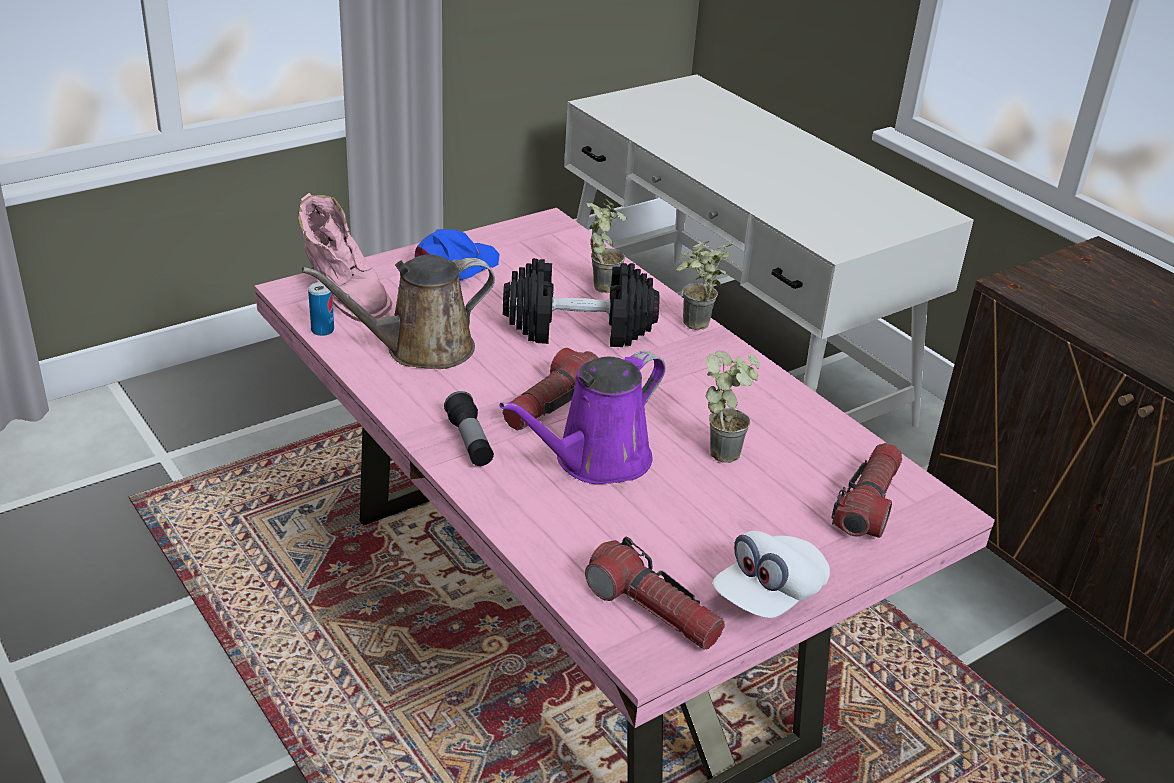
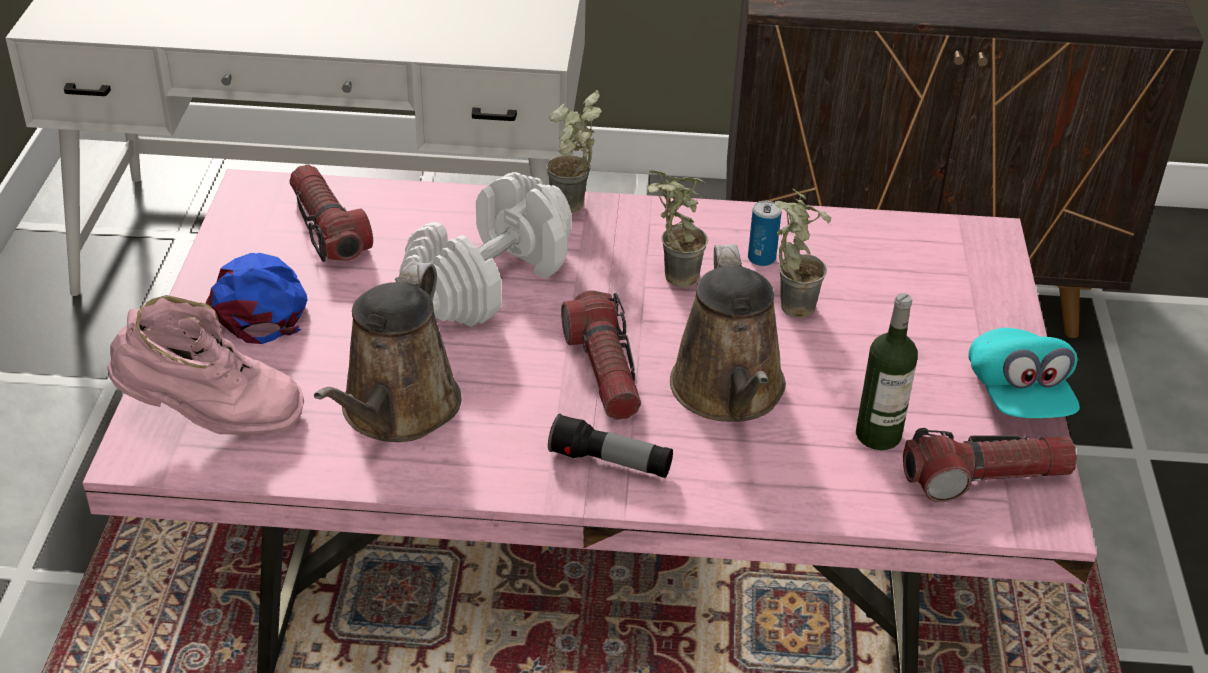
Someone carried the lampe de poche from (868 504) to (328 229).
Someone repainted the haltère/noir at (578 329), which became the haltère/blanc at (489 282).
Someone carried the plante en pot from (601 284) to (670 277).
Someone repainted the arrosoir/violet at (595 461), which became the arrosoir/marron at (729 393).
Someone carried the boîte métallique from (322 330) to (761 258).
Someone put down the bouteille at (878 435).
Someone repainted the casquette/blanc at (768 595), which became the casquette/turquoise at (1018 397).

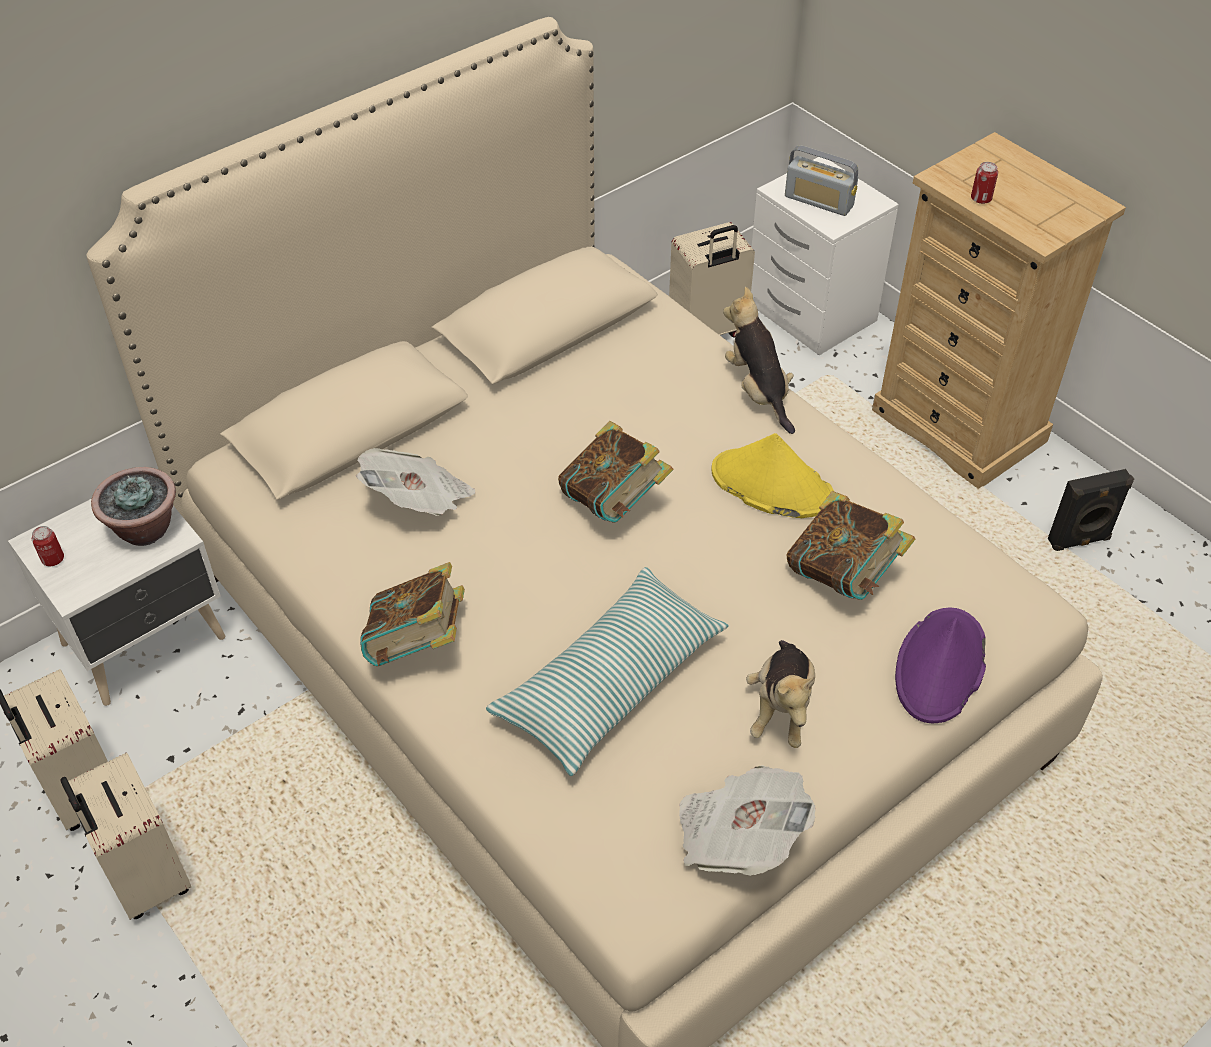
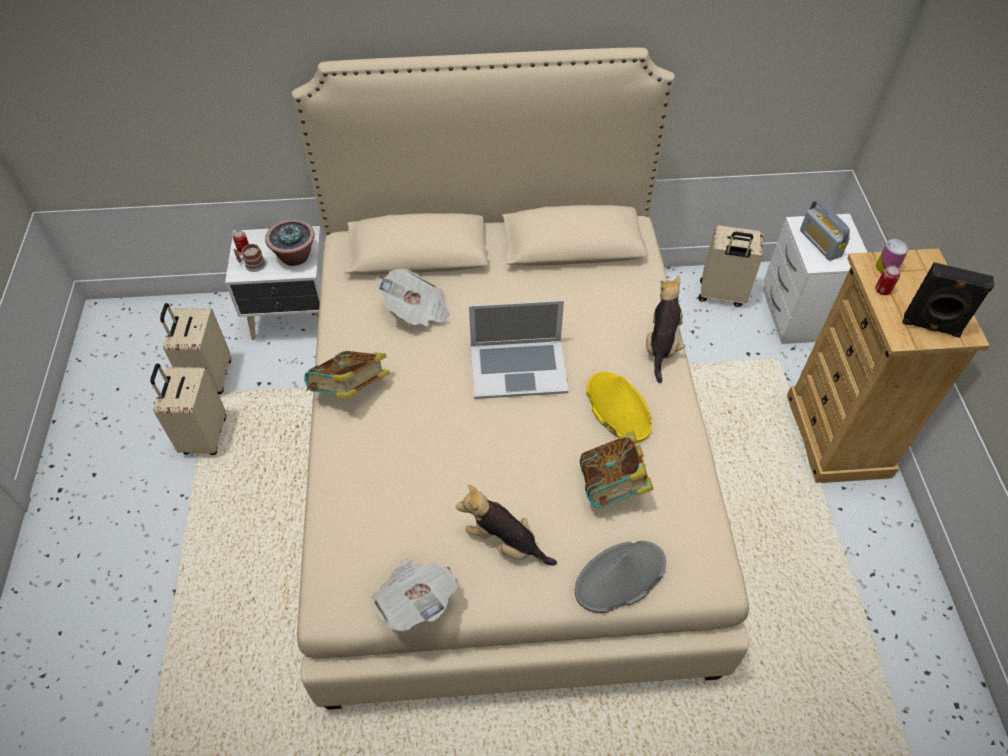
Someone put down the mug at (252 264).
Someone rotated the peluche at (781 708) by 75 degrees clockwise.
Someone swapped the livre at (614 502) for the ordinateur portable at (518 368).
Someone repainted the chapeau/violet at (940 667), which became the chapeau/gris at (620 577).
Someone put down the boîte métallique at (886 267).
Someone carried the enceinte/noir from (1079 541) to (930 327).
Someone took away the coussin at (610 682).

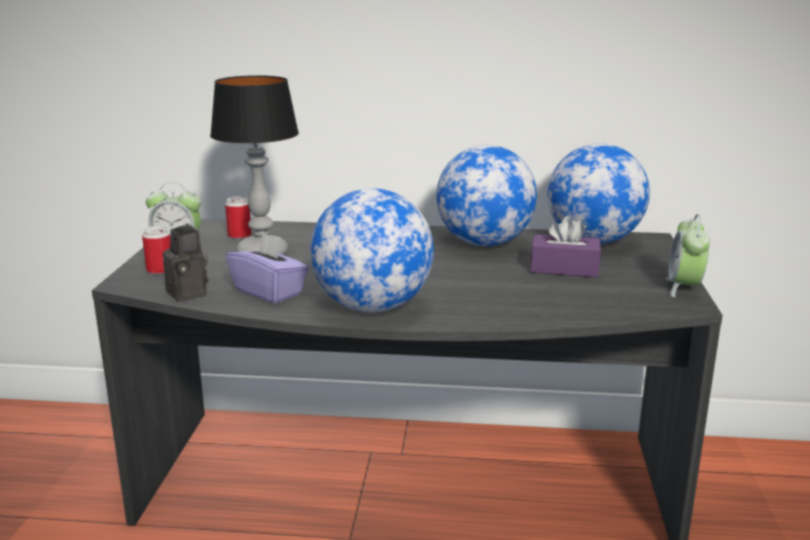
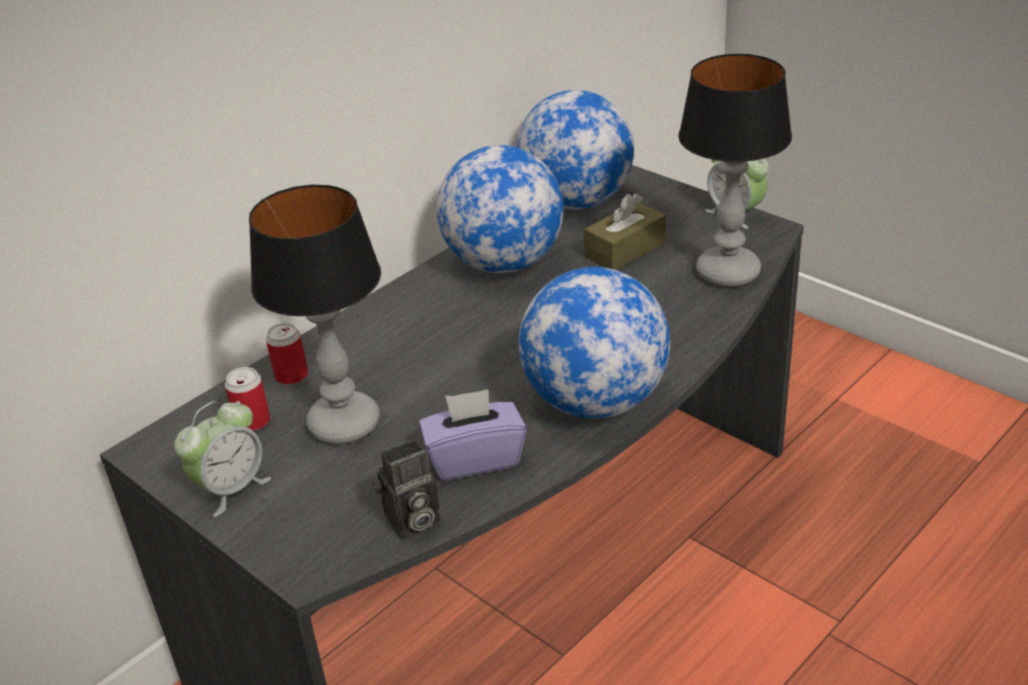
Someone carried the boîte métallique from (160 270) to (291 376).
Someone rotated the appareil photo at (190 294) by 150 degrees clockwise.
Someone repainted the boîte à mouchoirs/violet at (564 269), which became the boîte à mouchoirs/marron at (625 250).
Someone put down the lampe de table at (726 272).

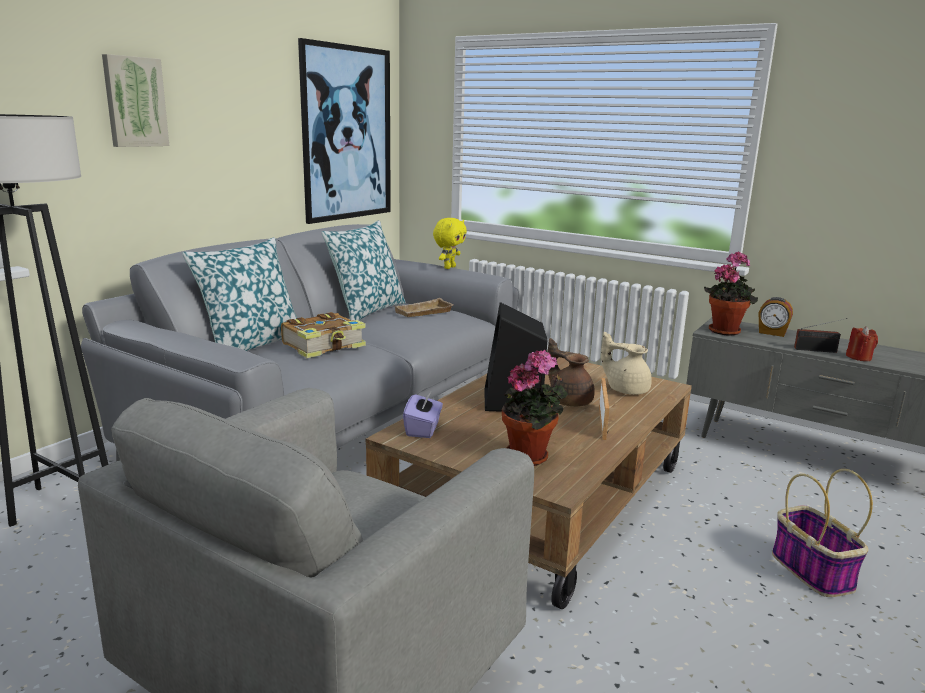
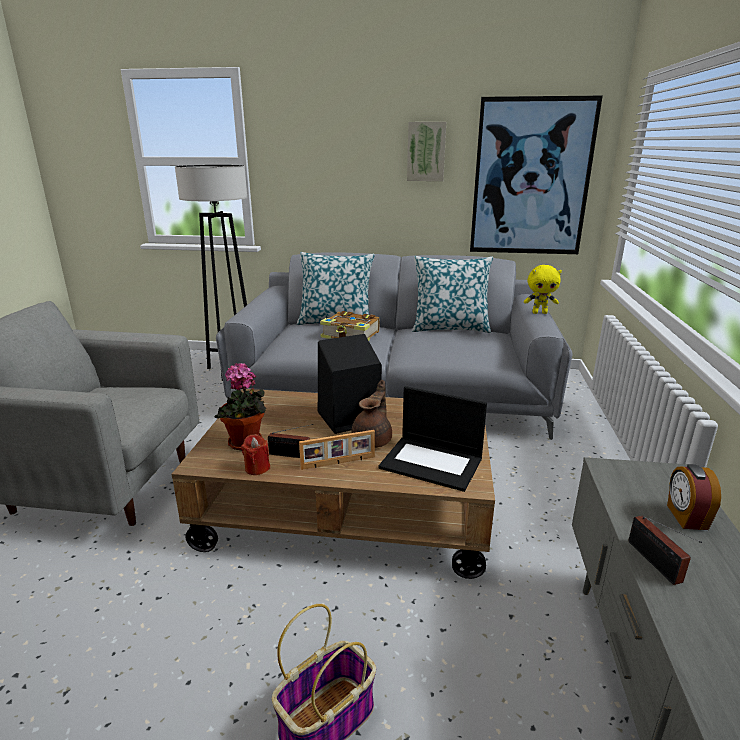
Someone carried the bougie/rouge from (859 357) to (257 468).
Someone put down the radio at (292 455).
Someone swapped the théière/beige at (626 389) for the ordinateur portable at (432 463).
Someone carried the tableau from (134 102) to (426 151).
Someone took away the plateau/beige at (424 313).
Someone took away the boîte à mouchoirs/violet at (423 429).
Someone took away the plante en pot at (725 330).

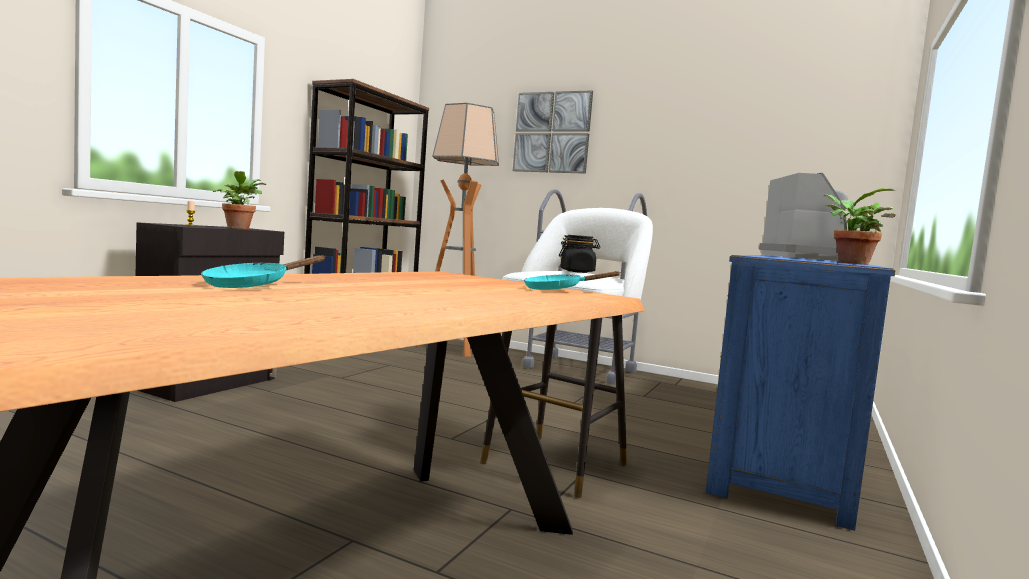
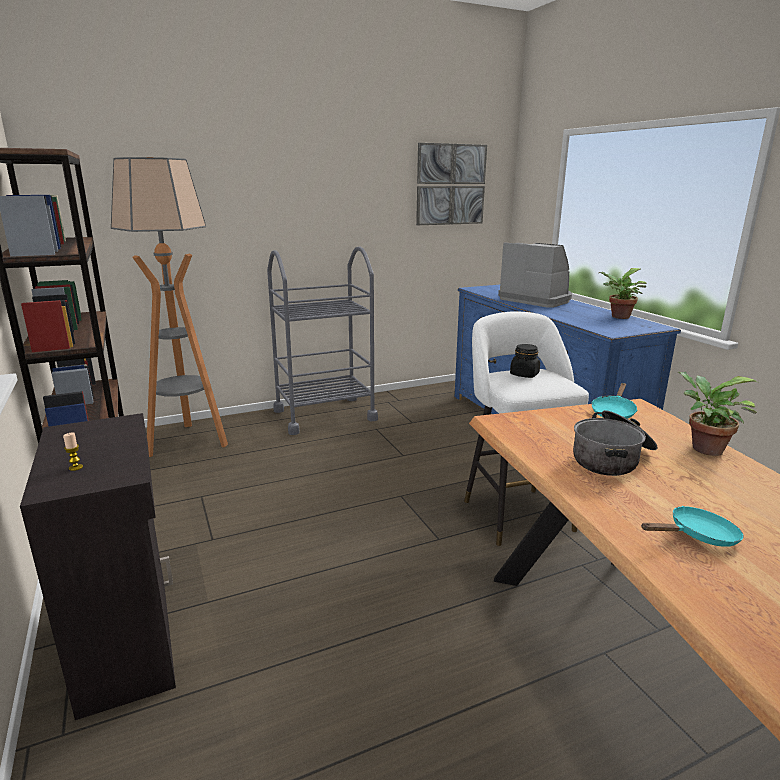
Someone carried the tableau from (552 132) to (450 184).
Someone put down the marmite at (612 458).
Someone rotated the poêle/turquoise at (253 285) by 90 degrees counterclockwise.
Someone carried the plante en pot from (239 228) to (702 448).

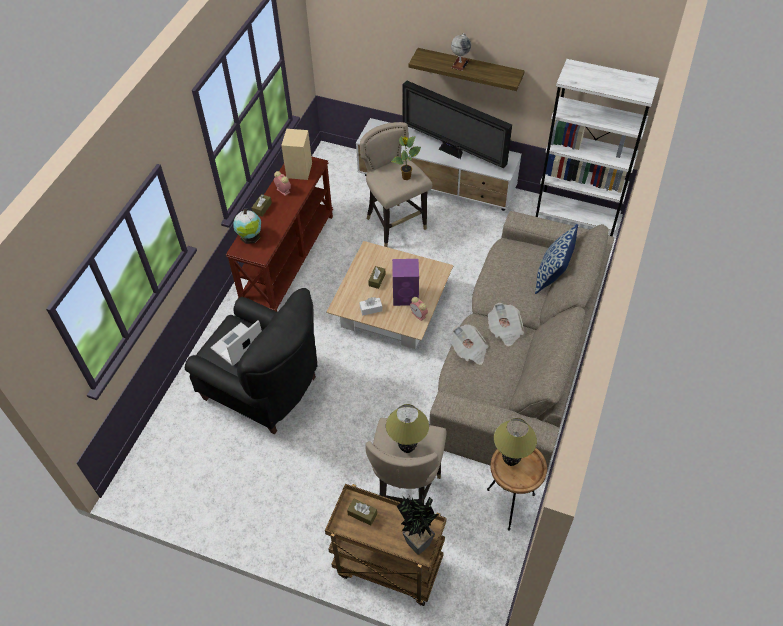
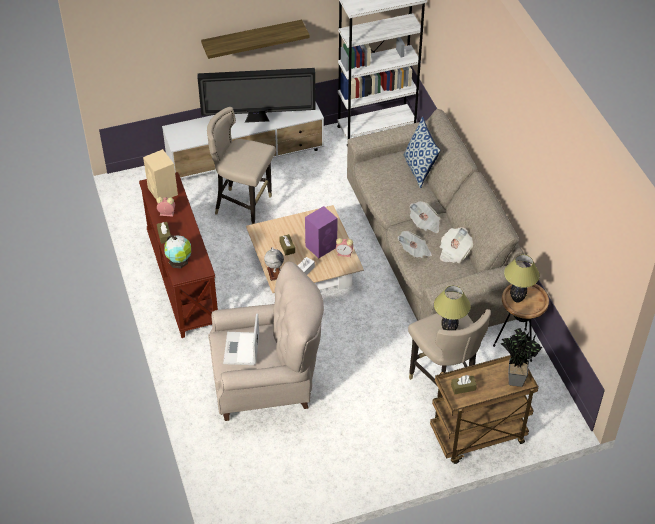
Someone repainted the fauteuil/noir at (264 389), which became the fauteuil/beige at (267 383).
Someone carried the globe from (460 64) to (274 273).
Someone put down the journal at (454 252).
Someone took away the plante en pot at (406 177).

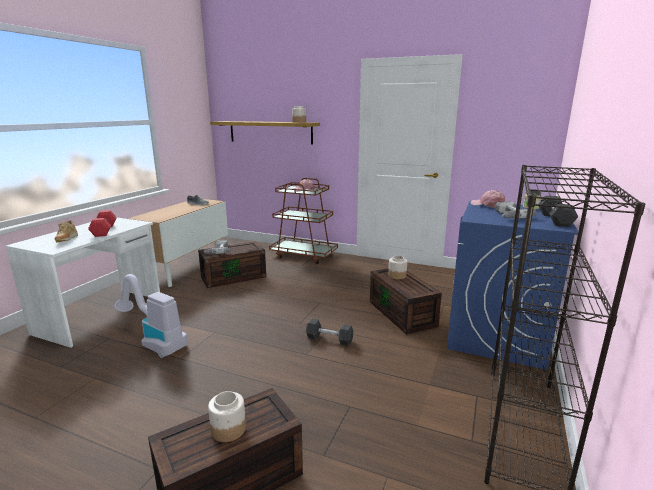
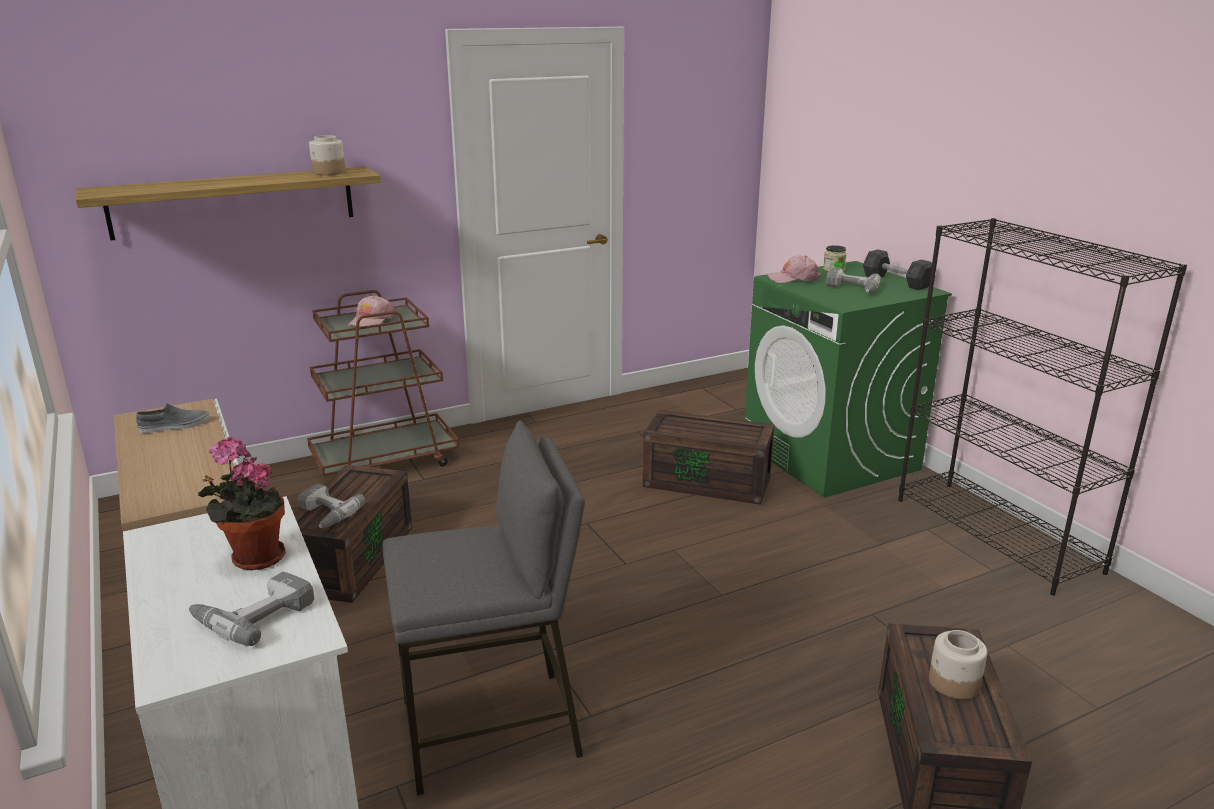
Someone swapped the chaussure/beige at (66 240) for the perceuse at (253 614).
Someone swapped the haltère/rouge at (104 230) for the plante en pot at (253 558).
Someone swapped the aspirateur at (154 341) for the tabouret/gris at (491 729).
Someone repainted the lave-linge/bleu at (496 335), which became the lave-linge/vert at (831 456).
Someone took away the haltère/gris at (329 339).
Someone took away the bocal at (397 275).

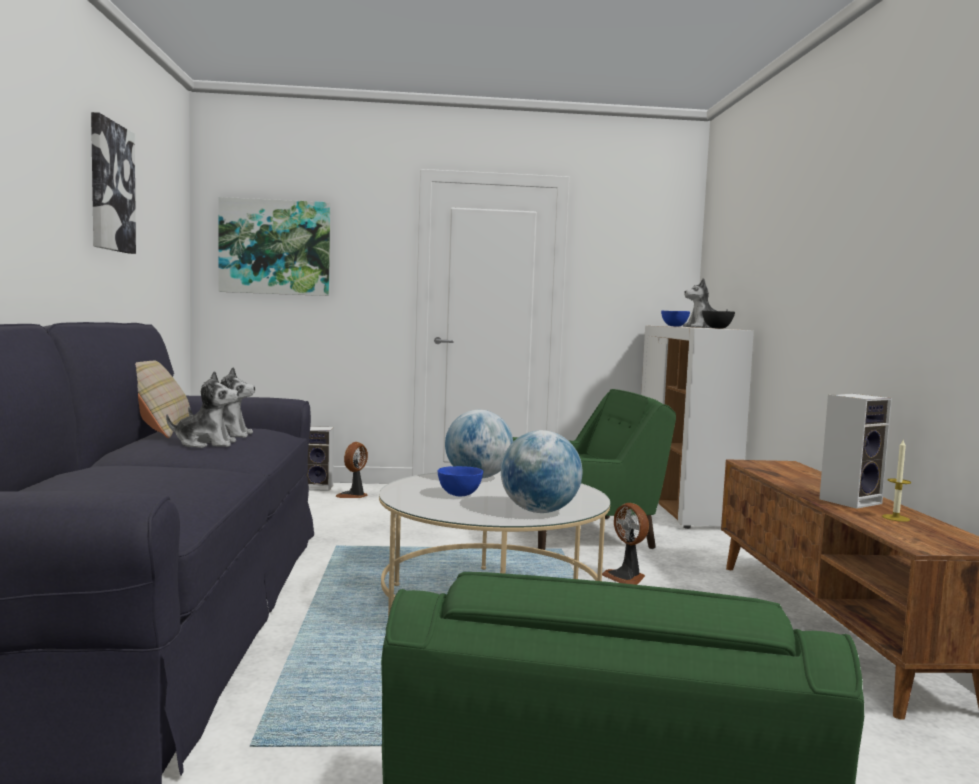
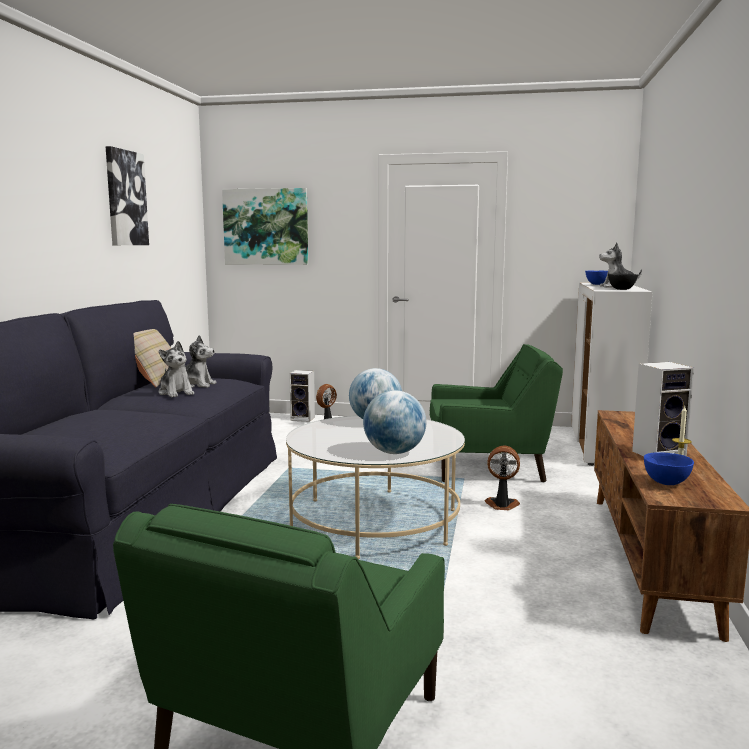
Someone rotated the peluche at (206 444) by 45 degrees clockwise.
Someone rotated the ventilateur at (626 577) by 120 degrees clockwise.
Someone carried the bol/bleu from (459 495) to (666 483).

